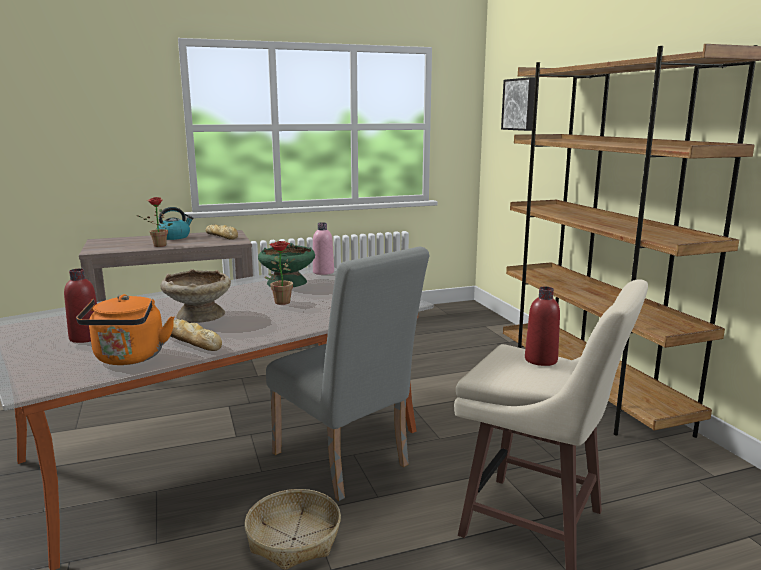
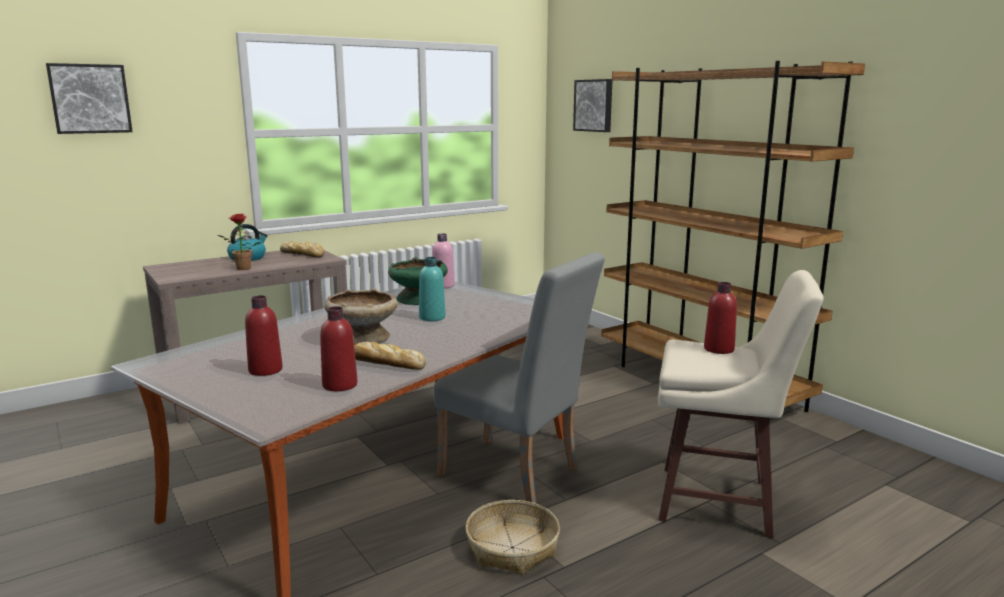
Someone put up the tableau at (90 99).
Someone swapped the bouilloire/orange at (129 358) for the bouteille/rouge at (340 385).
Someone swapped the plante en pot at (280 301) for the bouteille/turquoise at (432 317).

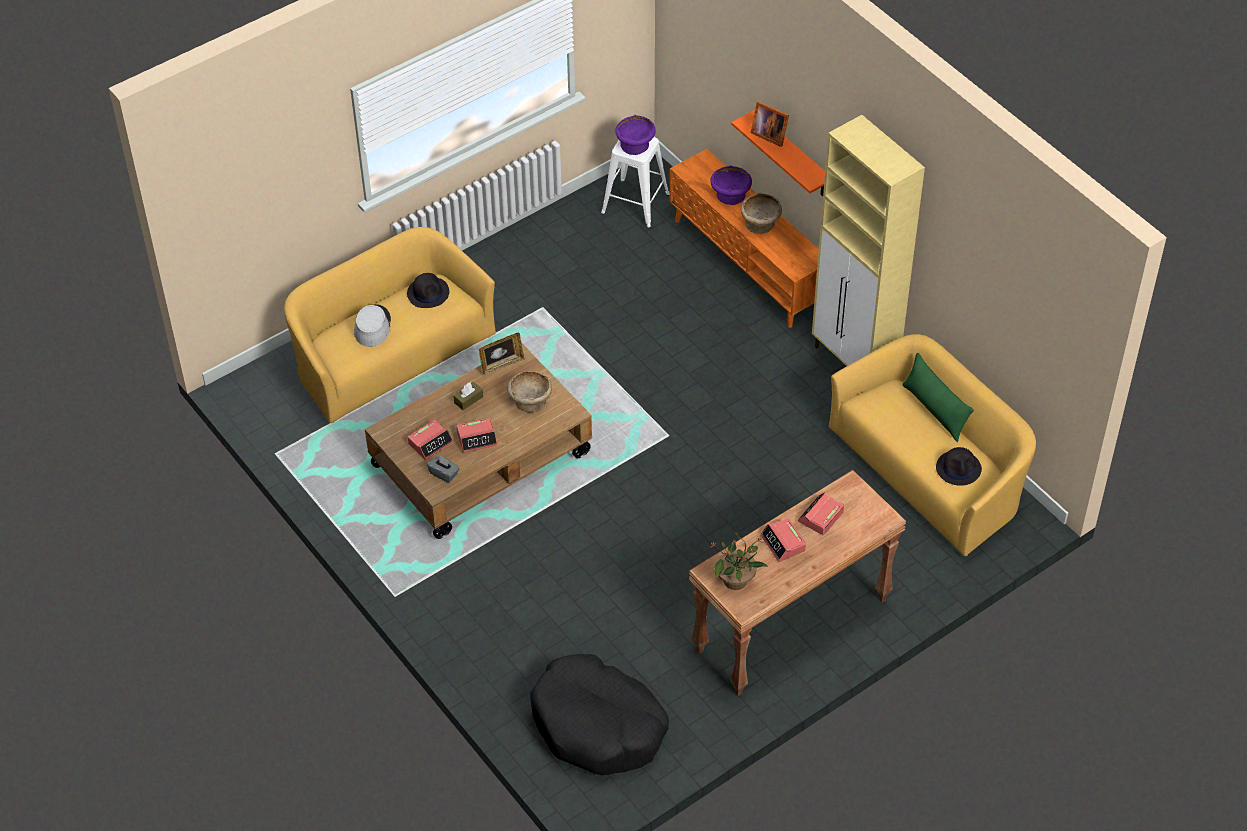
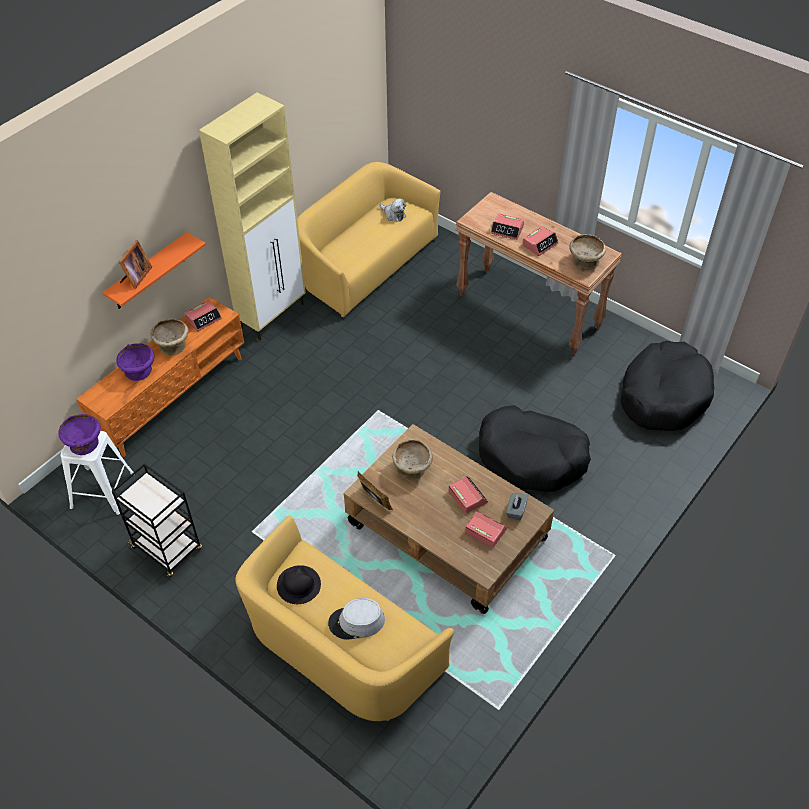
Someone put down the chariot/noir at (167 549).
Someone put down the réveil at (203 319).
Someone swapped the chapeau/noir at (959 468) for the peluche at (393 214).
Someone put down the panier pour chien/noir at (531 457).
Someone swapped the plante en pot at (736 580) for the bol/beige at (585 261).
Someone took away the boîte à mouchoirs/marron at (468 399).
Someone took away the coussin/vert at (935 410).

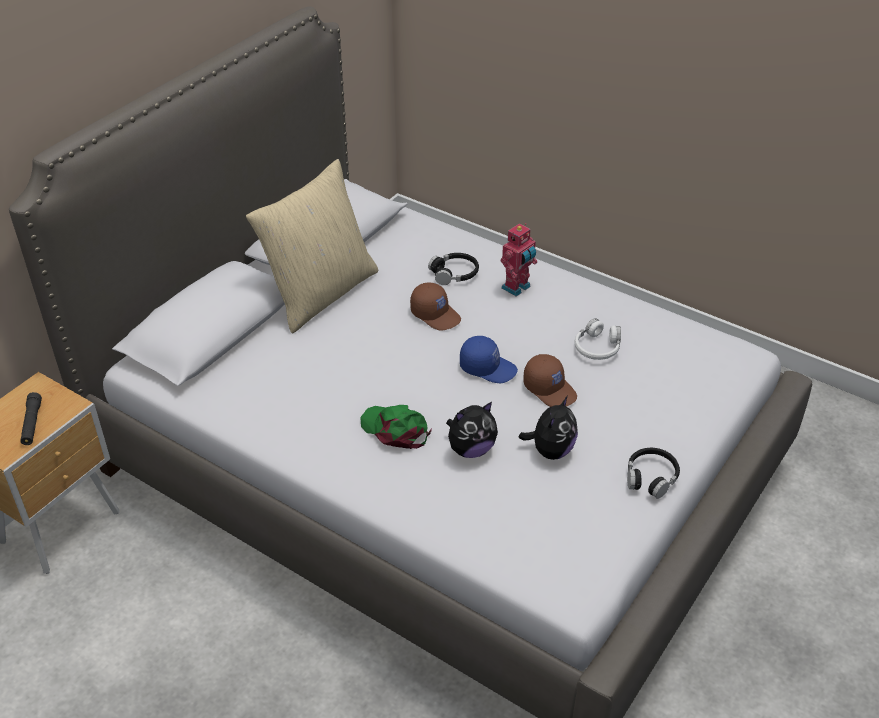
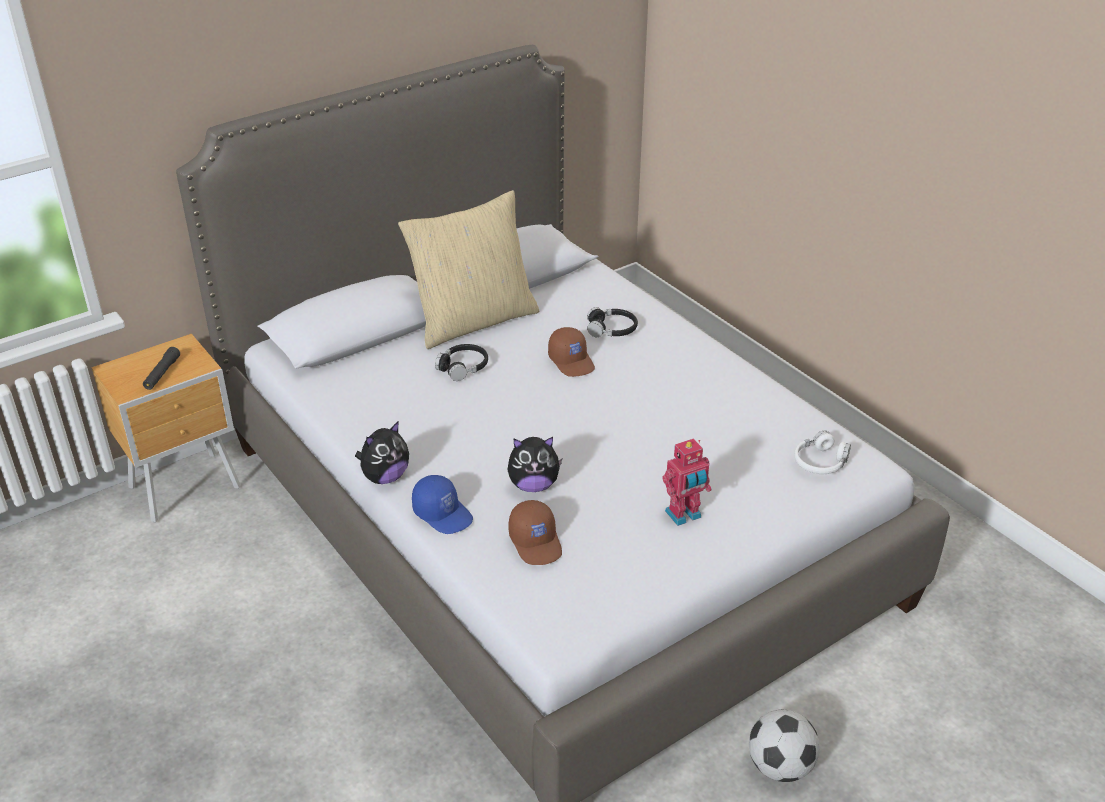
Someone carried the peluche from (550 450) to (385 477).
Someone carried the casquette/bleu from (488 367) to (443 513).
Someone carried the casque audio/noir from (651 477) to (463 367).
Someone carried the casquette/marron from (550 389) to (536 542).
Someone carried the robot jouet from (517 288) to (684 515).
Someone put down the ballon de foot at (780 767).
Someone carried the casque audio/blanc from (597 347) to (820 462).
Someone took away the casquette/vert at (395 430).

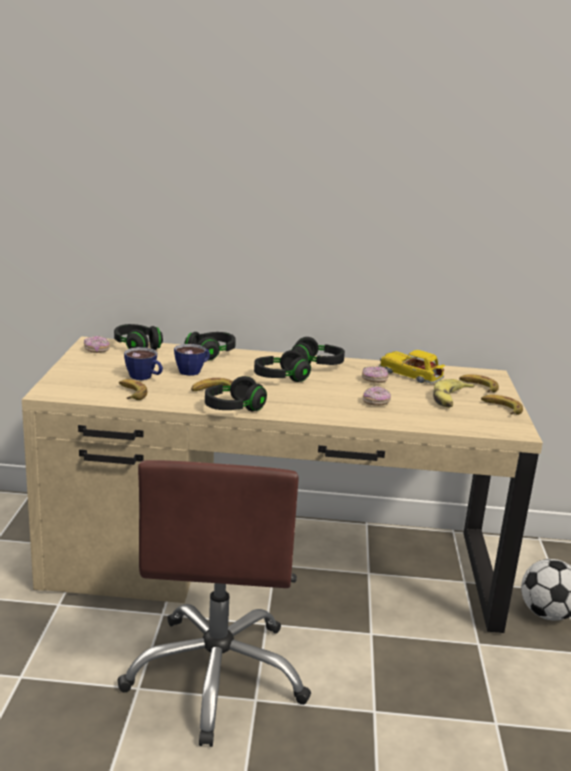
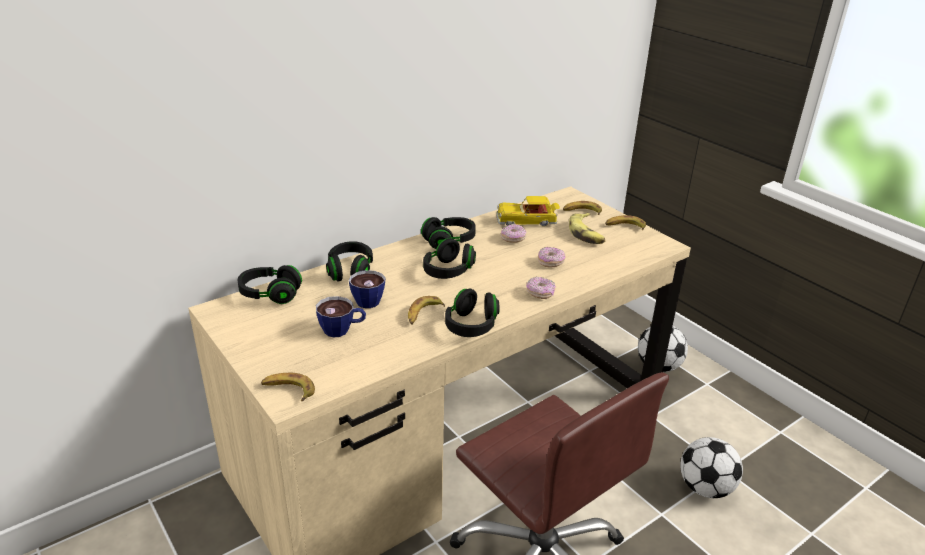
Someone carried the banane from (131 393) to (288 390).
Someone carried the beignet from (97 350) to (540 293).
Someone put down the ballon de foot at (705 488).

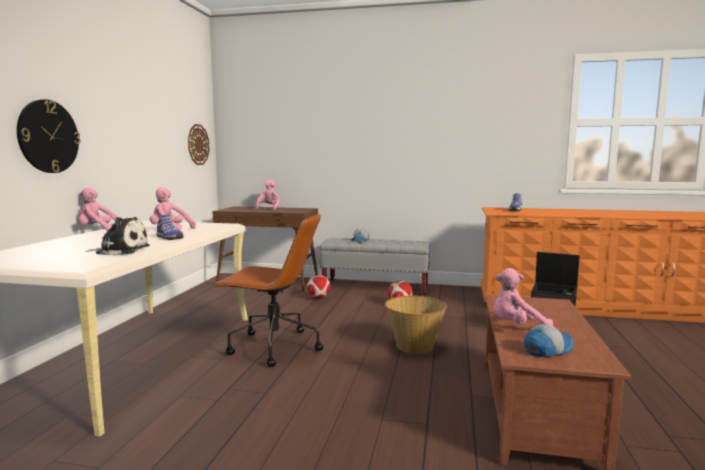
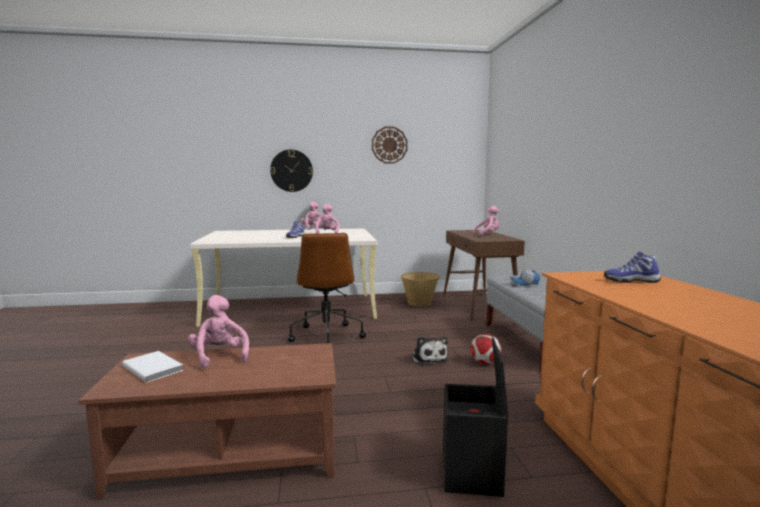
Someone swapped the casquette at (547 349) for the livre/blanc at (154 368).
Someone carried the horloge murale from (198 144) to (389 145).
Someone carried the panier from (414 345) to (419 303).
Someone carried the peluche from (120 251) to (428 358).
Someone took away the ballon de foot at (318 298).

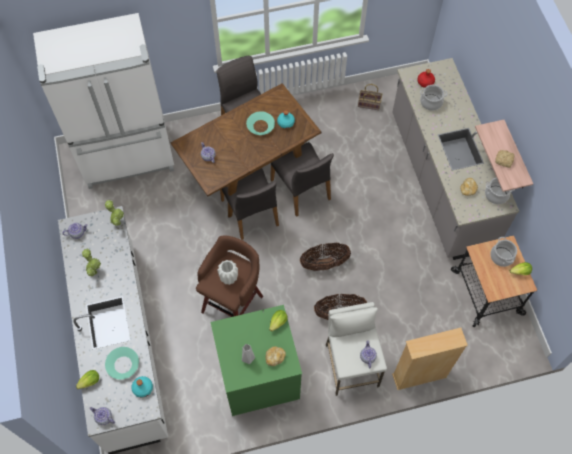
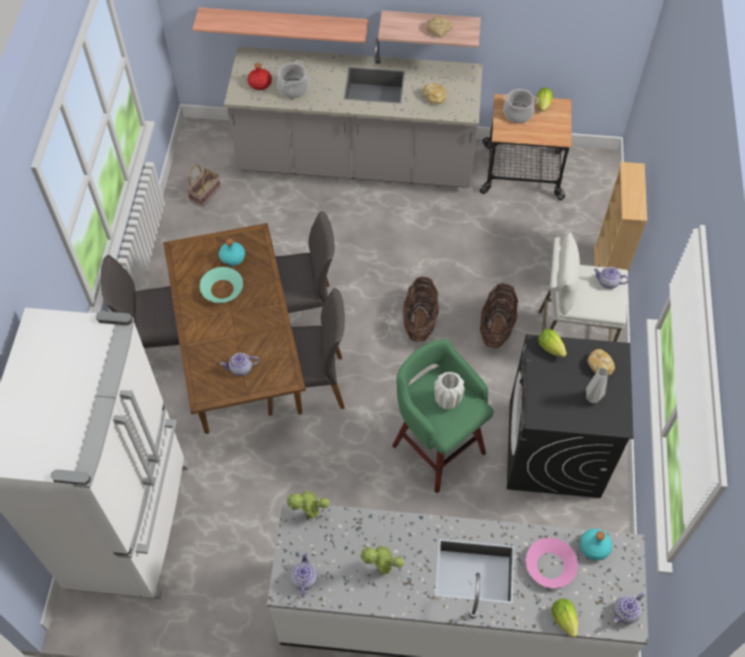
Someone put up the étagère at (284 25).
Someone repainted the tabouret/marron at (233 302), which became the tabouret/vert at (436 447).
Someone repainted the lave-linge/vert at (258 376), which became the lave-linge/noir at (554 449).
Someone repainted the bol/turquoise at (123 364), which became the bol/rose at (550 565).
Someone took away the marmite at (496 195).

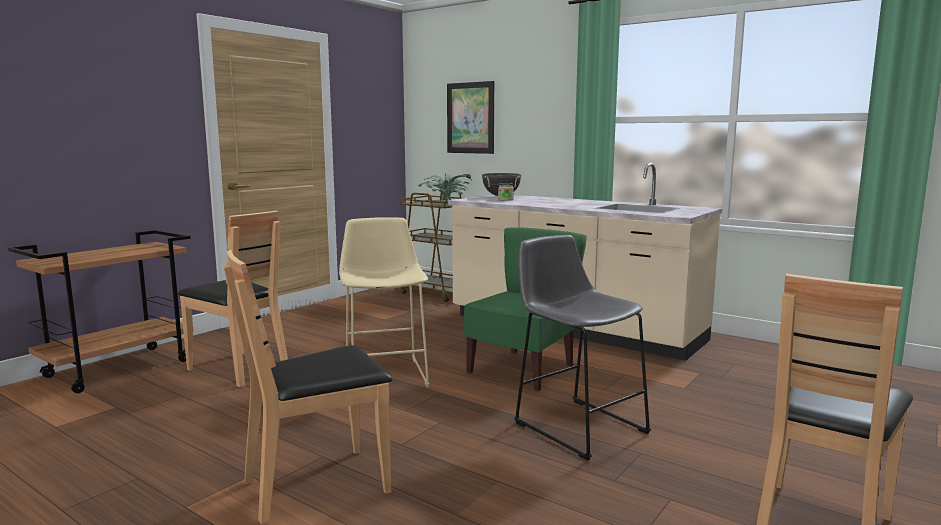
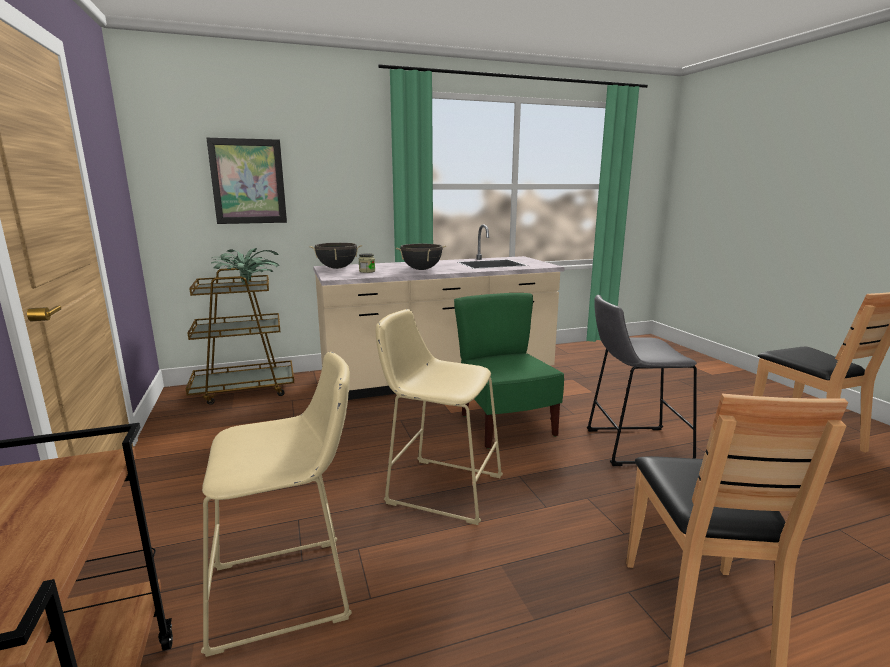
Someone swapped the chaise/marron at (239 369) for the tabouret/beige at (289 591).
Someone put down the marmite/noir at (421 269).

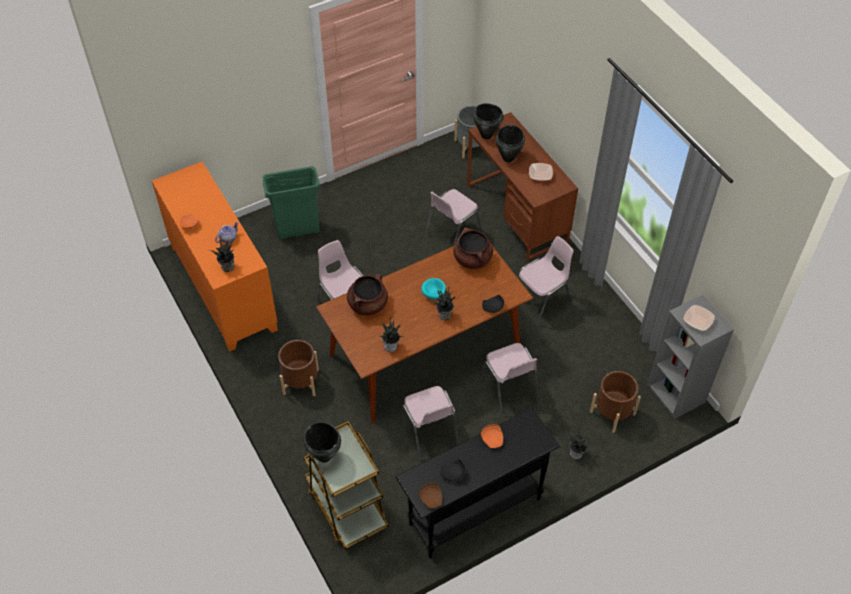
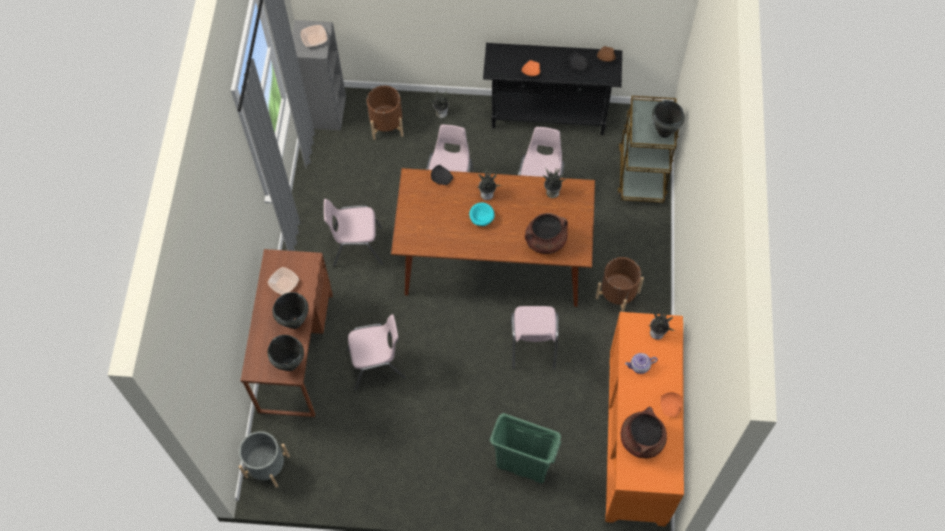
Someone carried the marmite/marron from (473 259) to (641 440).

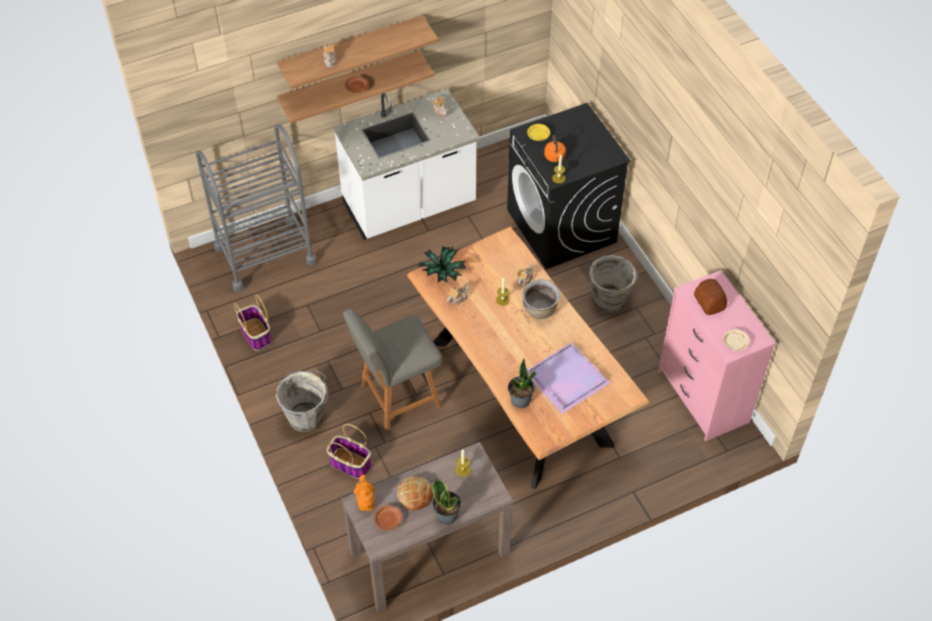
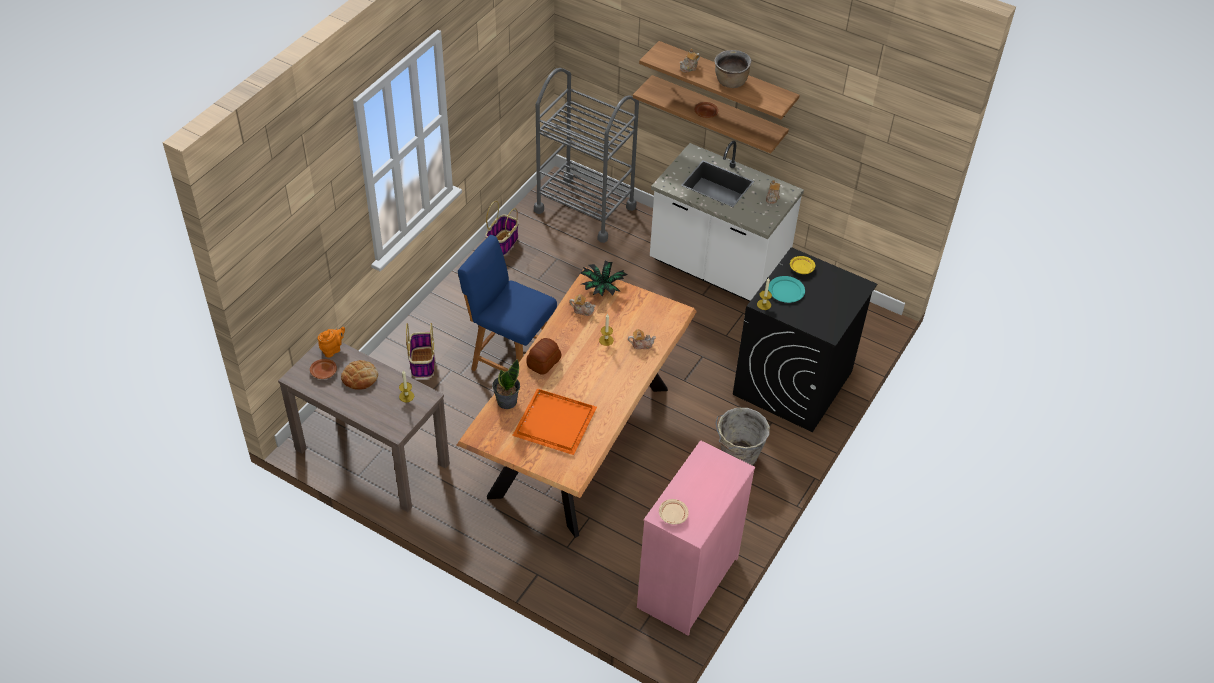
Someone repainted the chaise/gris at (397 397), which became the chaise/bleu at (510 360).
Someone repainted the plateau/violet at (565 379), which became the plateau/orange at (554 421).
Someone carried the pain from (709 303) to (543 362).
Someone carried the marmite/marron from (539 310) to (730 82).
Someone swapped the bouilloire/orange at (554 157) for the assiette/turquoise at (786 291).
Someone took away the seau/gris at (306 417).
Someone took away the plante en pot at (447 515).

